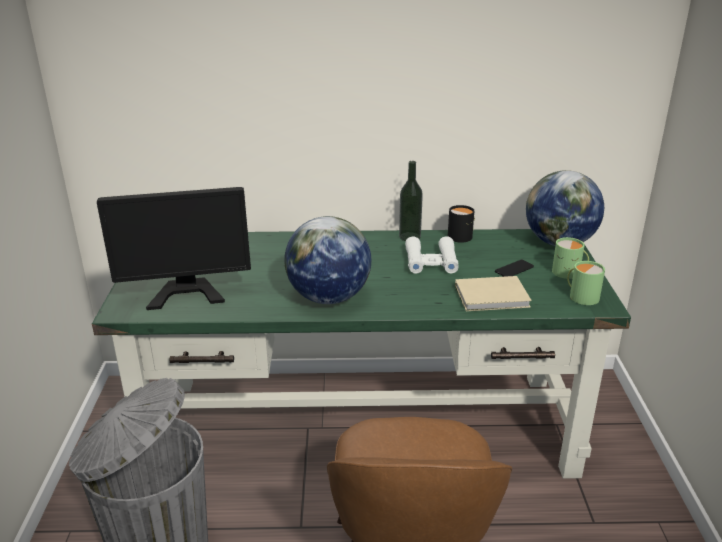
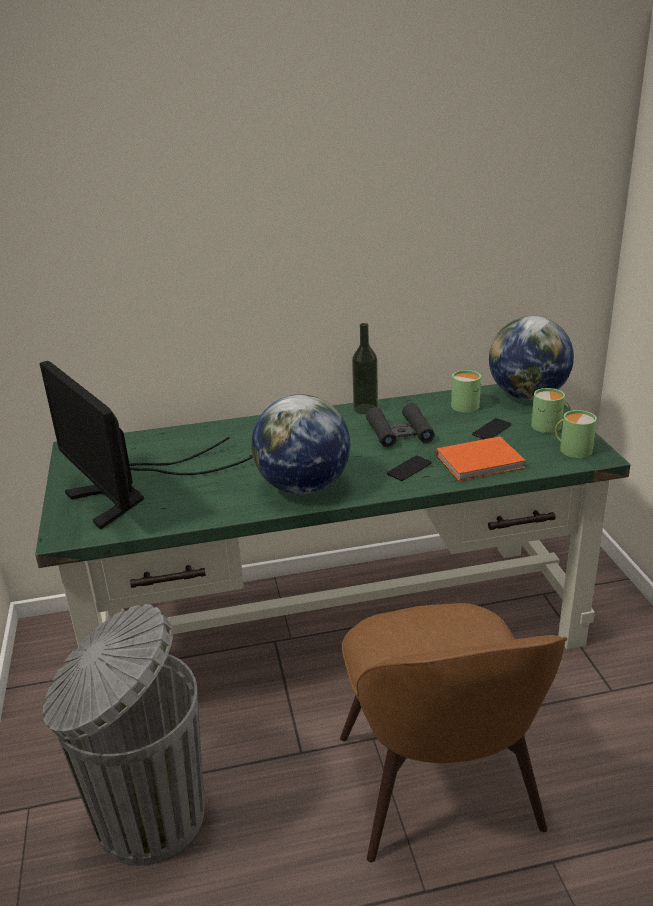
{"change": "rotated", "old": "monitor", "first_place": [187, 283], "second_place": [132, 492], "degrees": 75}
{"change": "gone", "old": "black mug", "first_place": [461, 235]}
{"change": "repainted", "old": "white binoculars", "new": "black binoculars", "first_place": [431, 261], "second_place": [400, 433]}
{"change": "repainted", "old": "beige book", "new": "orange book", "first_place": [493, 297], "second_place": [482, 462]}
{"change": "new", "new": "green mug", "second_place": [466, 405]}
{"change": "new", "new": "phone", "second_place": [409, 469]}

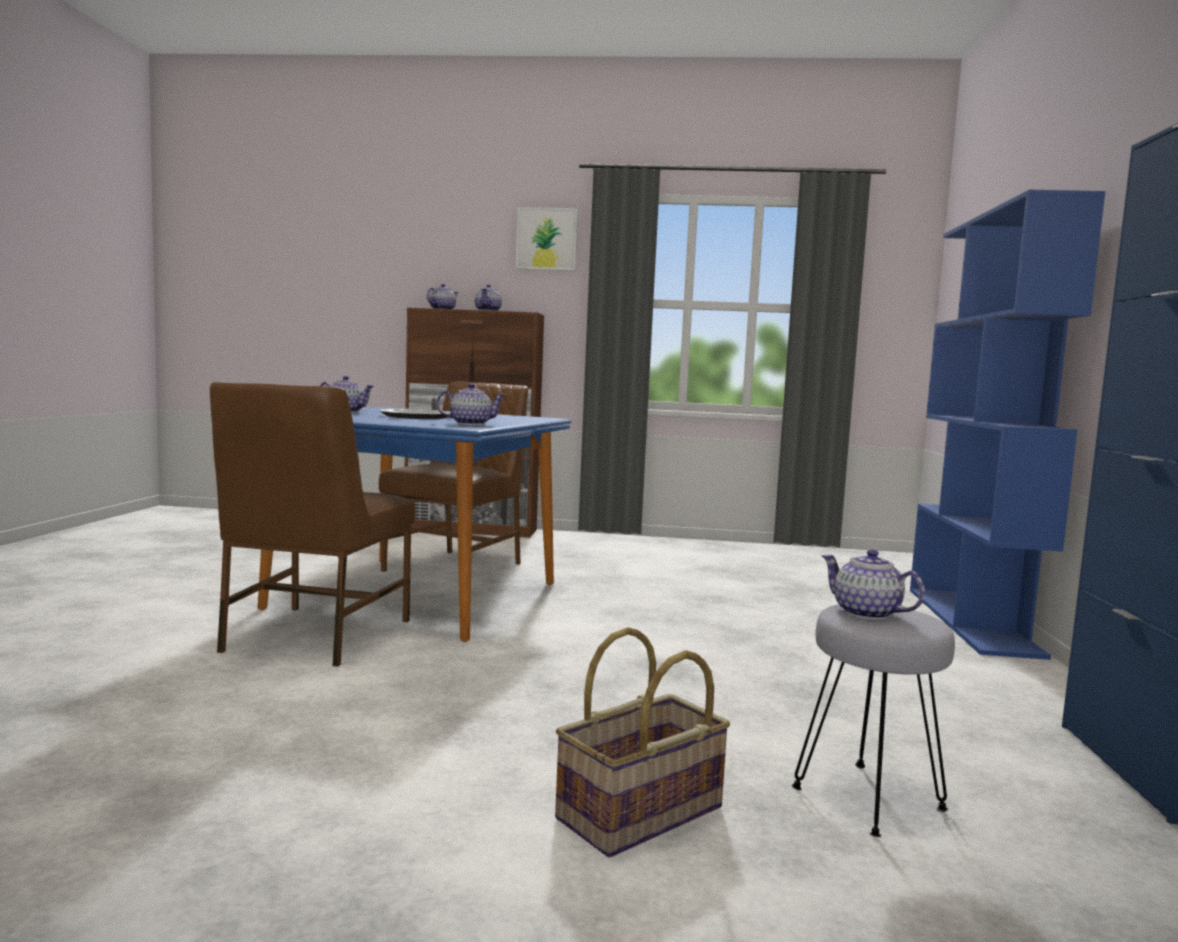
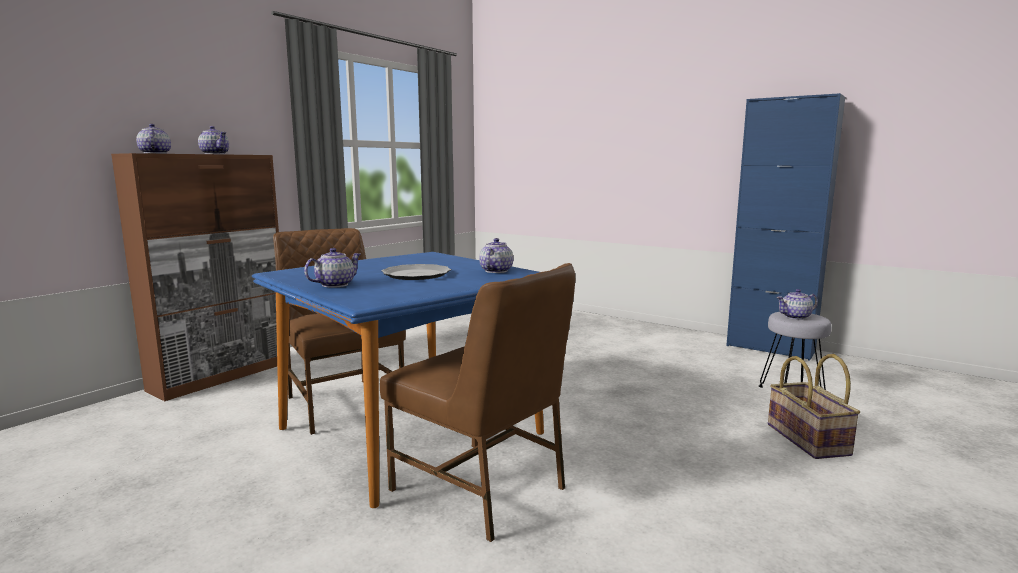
{"change": "gone", "old": "blue bookcase", "first_place": [972, 621]}
{"change": "gone", "old": "picture", "first_place": [546, 239]}

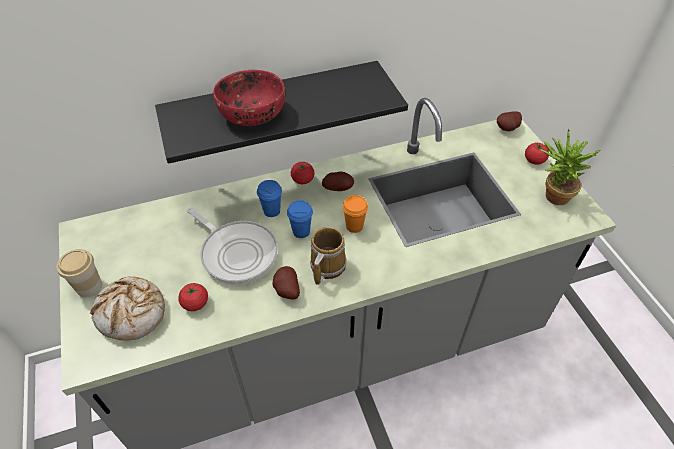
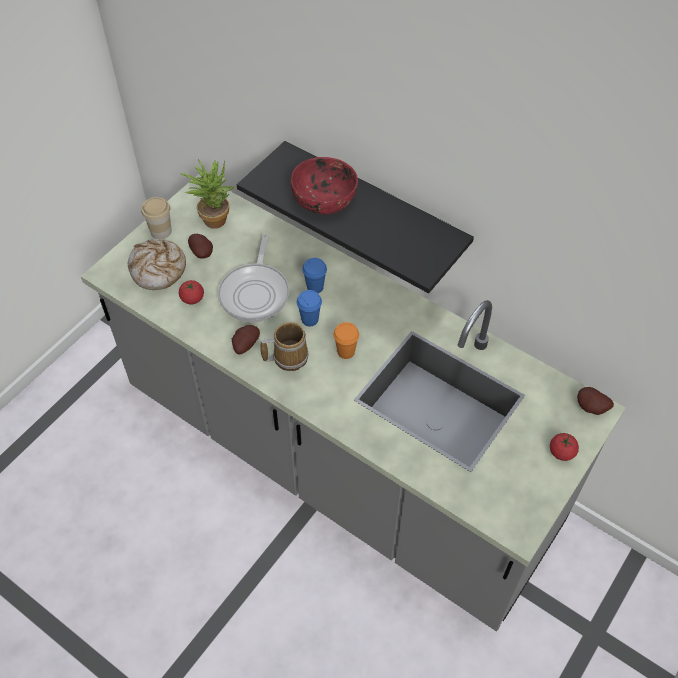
{"change": "shifted", "old": "potted plant", "first_place": [551, 196], "second_place": [213, 217]}
{"change": "gone", "old": "tomato", "first_place": [303, 180]}
{"change": "shifted", "old": "potato", "first_place": [338, 188], "second_place": [202, 253]}

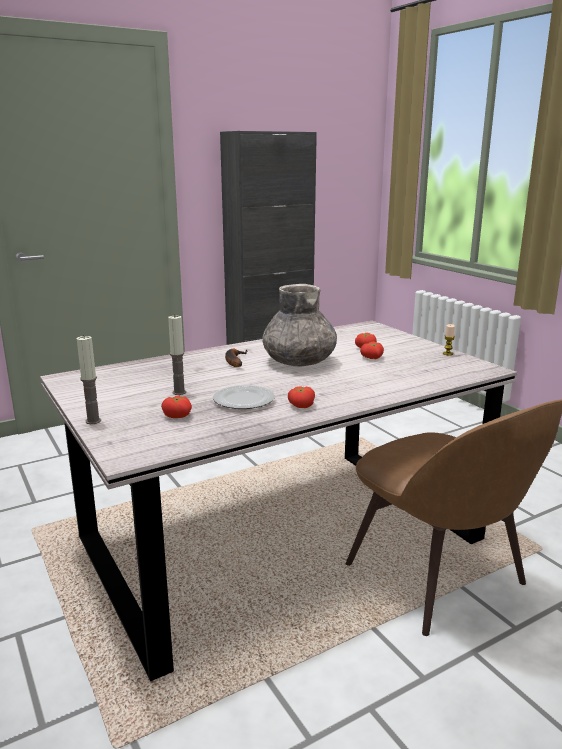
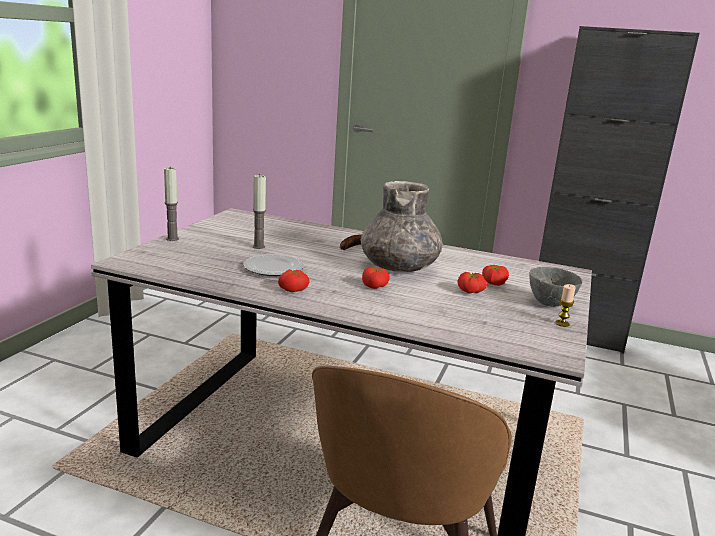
{"change": "shifted", "old": "tomato", "first_place": [178, 415], "second_place": [375, 286]}
{"change": "new", "new": "grey bowl", "second_place": [550, 304]}

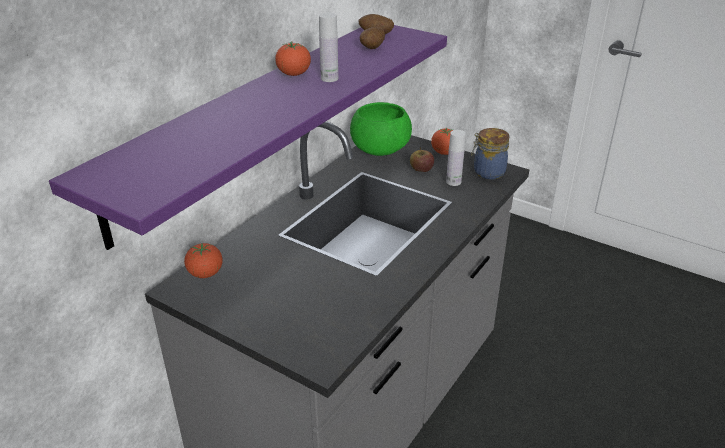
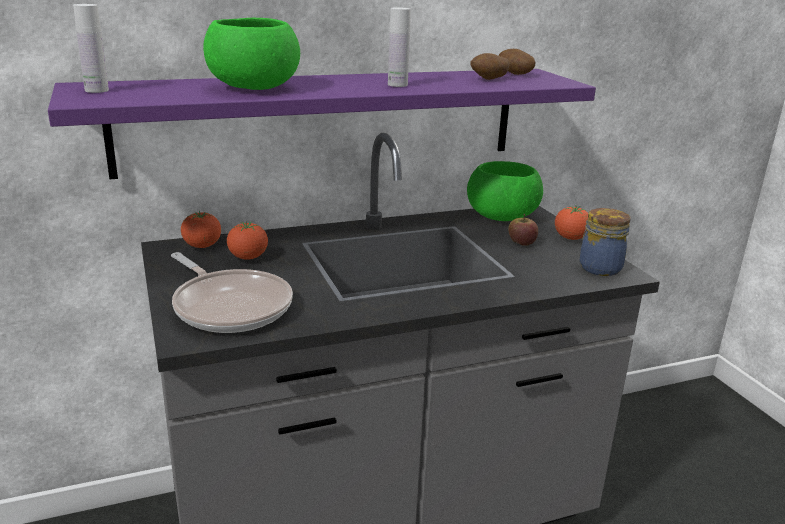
{"change": "shifted", "old": "tomato", "first_place": [294, 74], "second_place": [248, 257]}
{"change": "shifted", "old": "white bottle", "first_place": [453, 182], "second_place": [96, 90]}
{"change": "new", "new": "green bowl", "second_place": [253, 88]}
{"change": "new", "new": "frying pan", "second_place": [230, 306]}

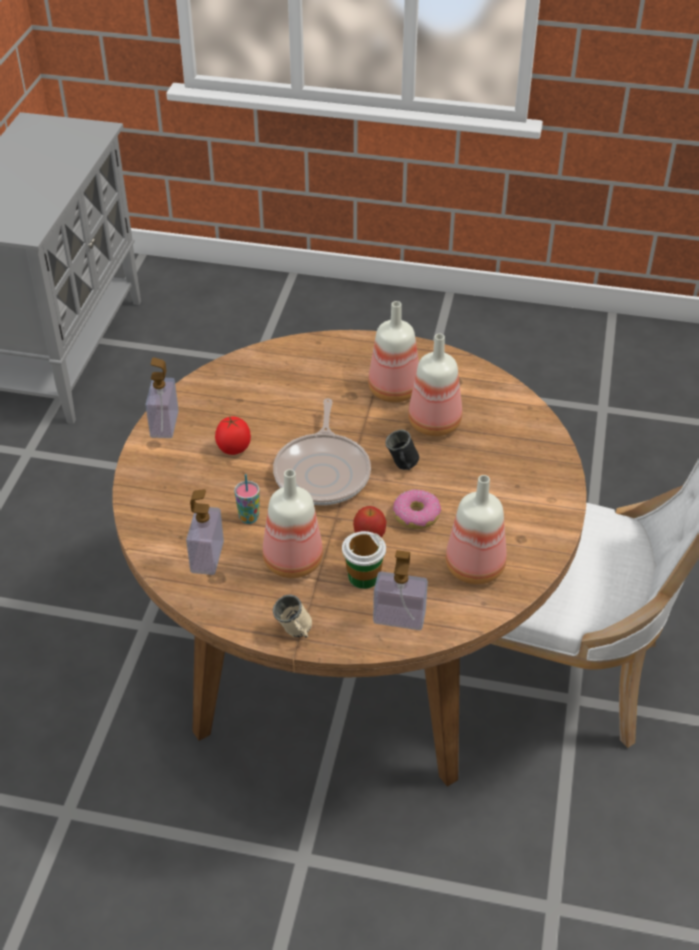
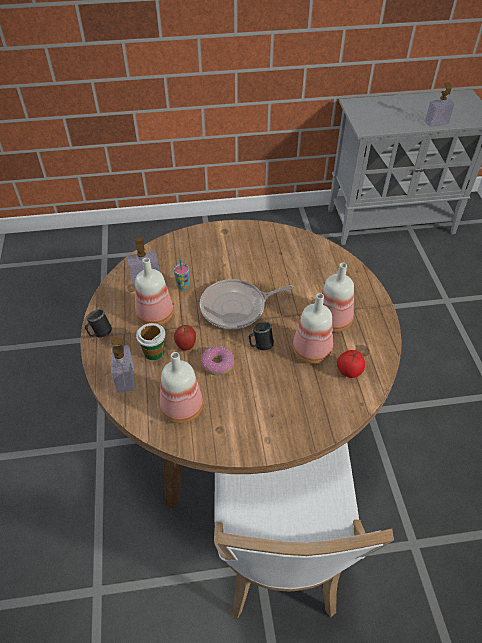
{"change": "shifted", "old": "soap dispenser", "first_place": [164, 424], "second_place": [436, 122]}
{"change": "shifted", "old": "tomato", "first_place": [233, 449], "second_place": [349, 371]}
{"change": "repainted", "old": "beige mug", "new": "black mug", "first_place": [295, 633], "second_place": [99, 333]}

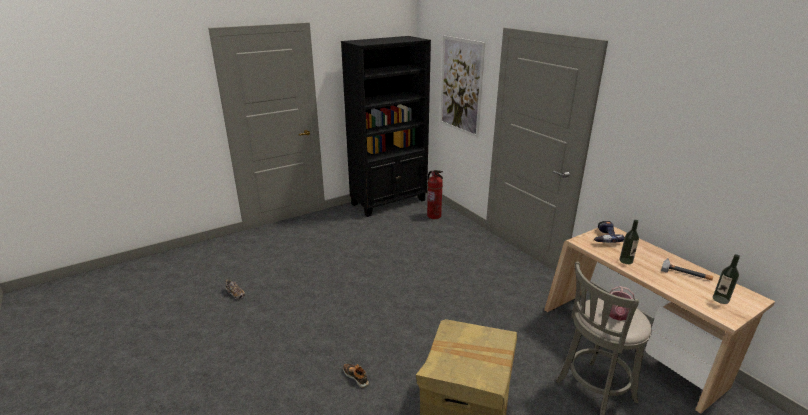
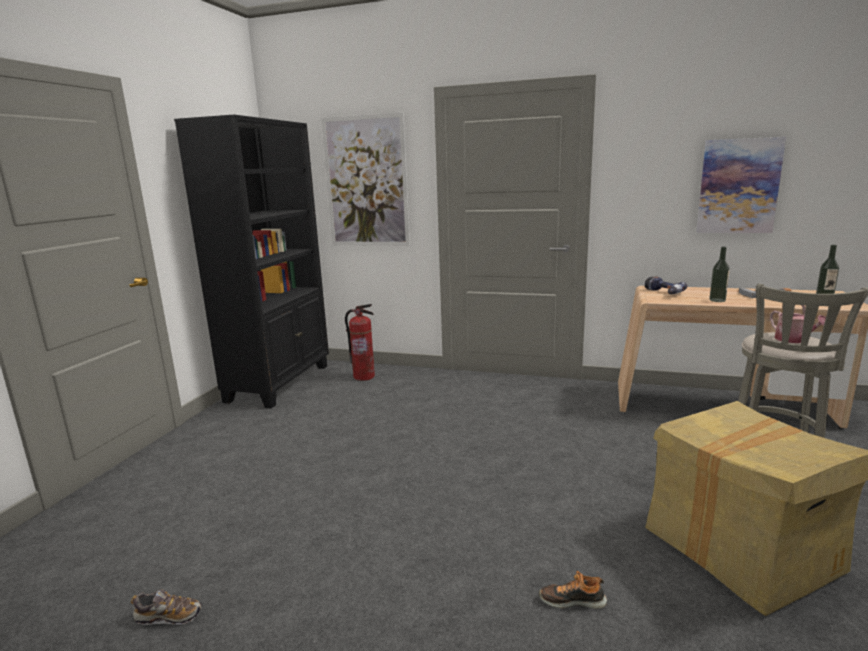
{"change": "new", "new": "picture", "second_place": [738, 186]}

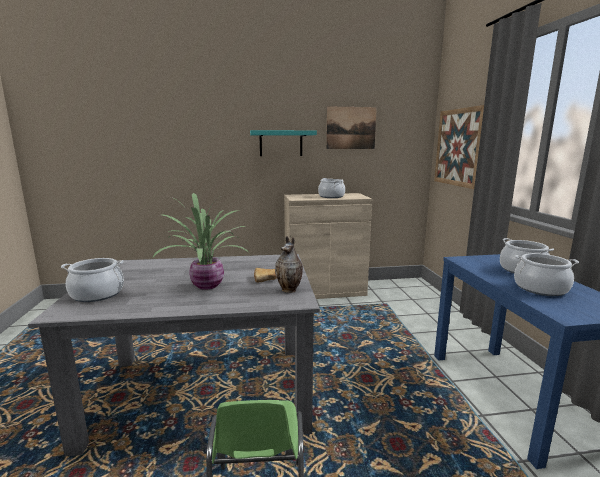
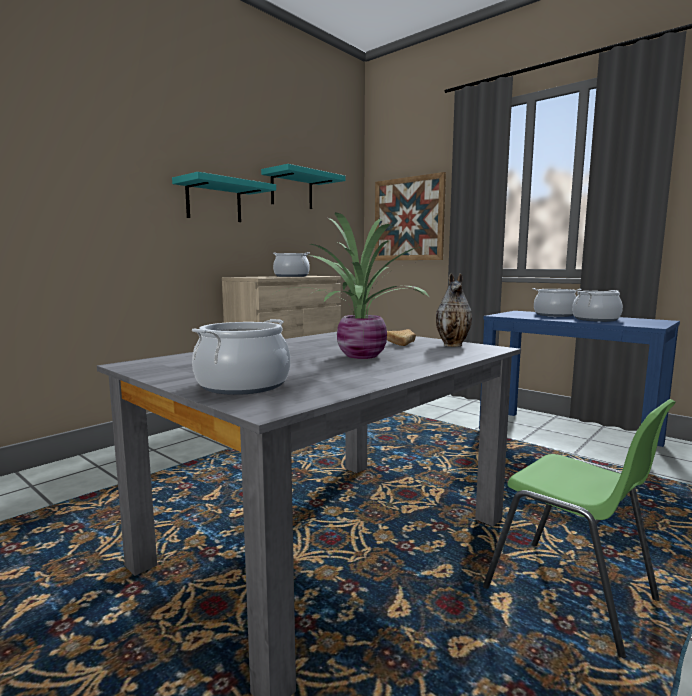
{"change": "swapped", "old": "picture", "new": "turquoise shelf", "first_place": [351, 128], "second_place": [291, 190]}

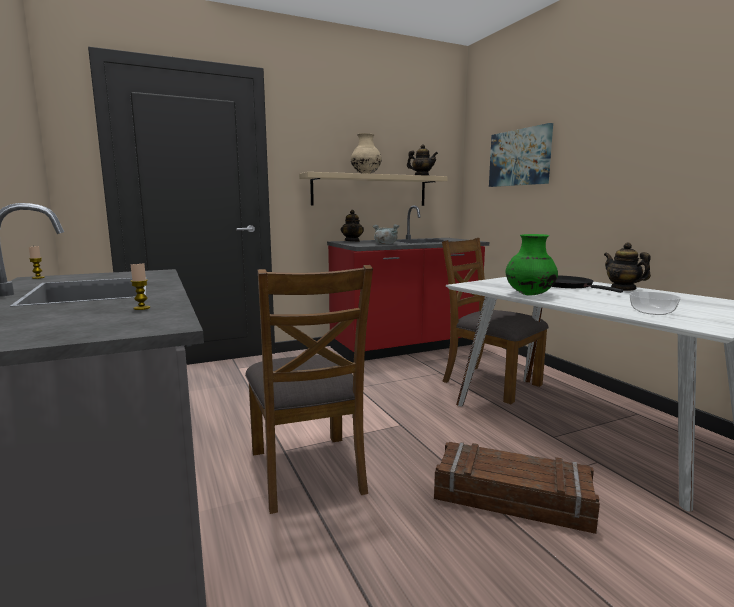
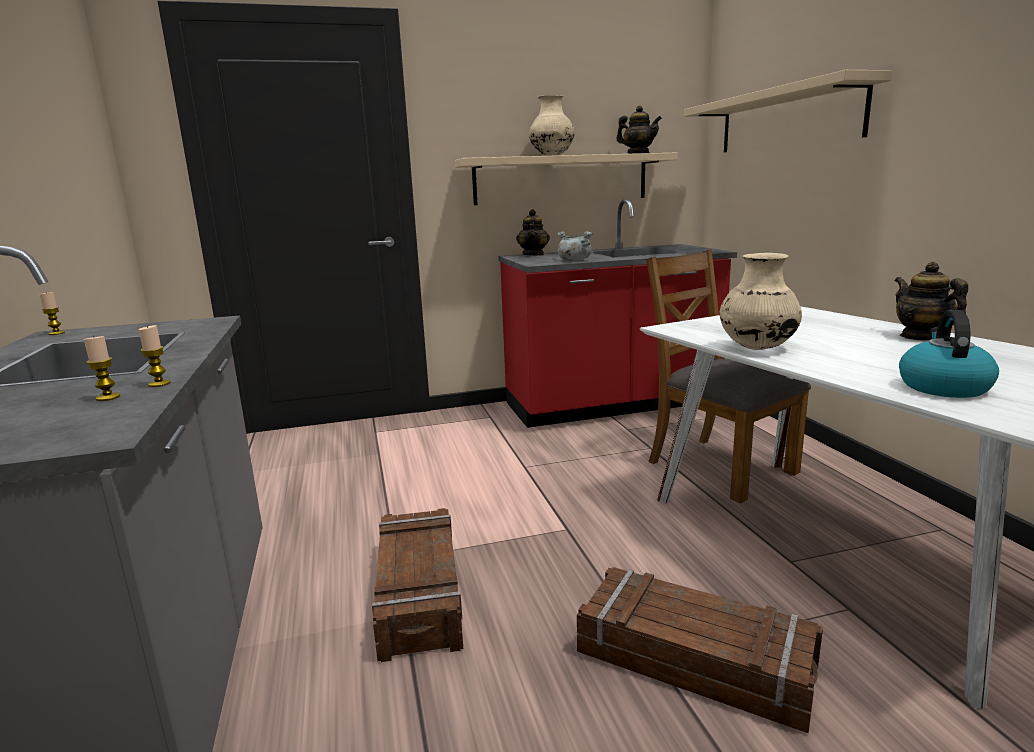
{"change": "swapped", "old": "picture", "new": "beige shelf", "first_place": [520, 157], "second_place": [787, 119]}
{"change": "repainted", "old": "green vase", "new": "beige vase", "first_place": [529, 294], "second_place": [756, 348]}
{"change": "swapped", "old": "brown chair", "new": "crate", "first_place": [308, 470], "second_place": [417, 593]}
{"change": "gone", "old": "black frying pan", "first_place": [568, 286]}
{"change": "swapped", "old": "bowl", "new": "kettle", "first_place": [652, 312], "second_place": [942, 387]}
{"change": "new", "new": "candle", "second_place": [159, 384]}

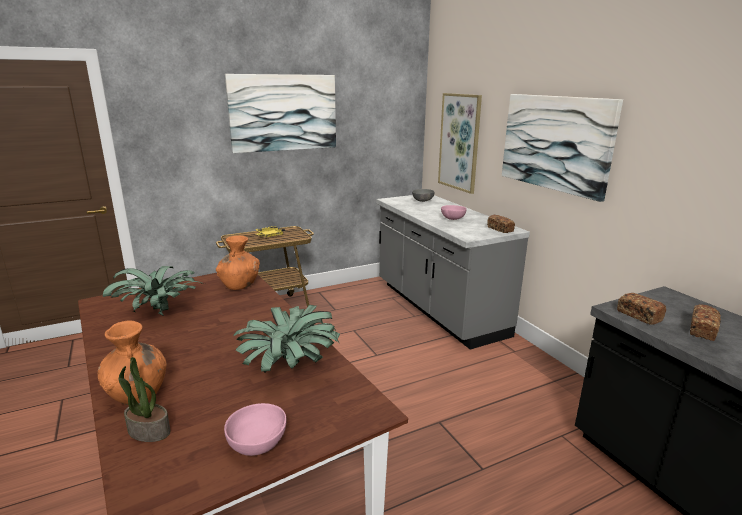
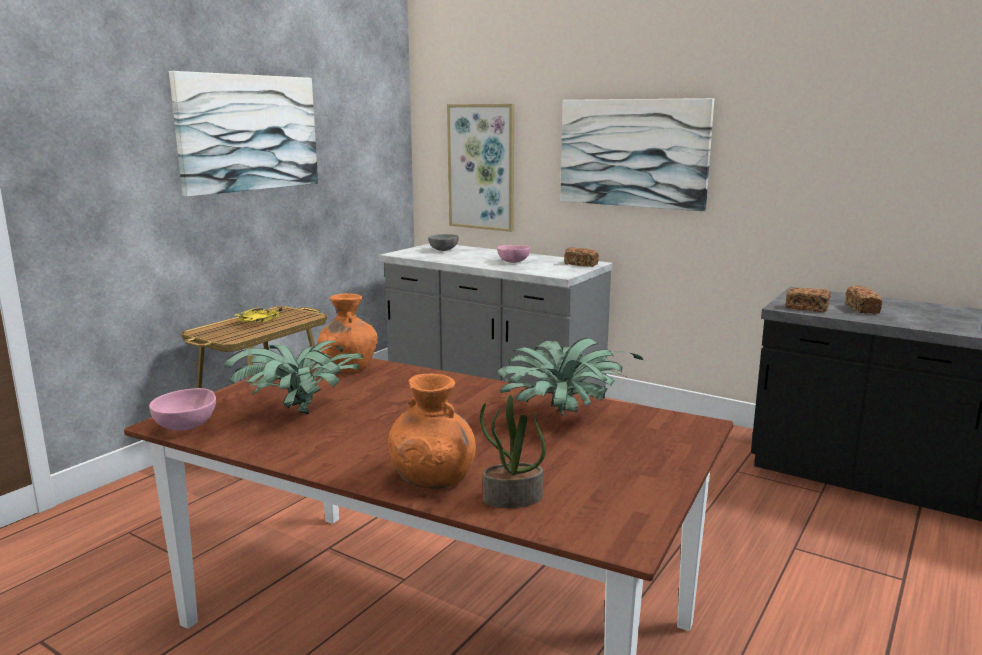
{"change": "shifted", "old": "pink bowl", "first_place": [259, 445], "second_place": [188, 426]}

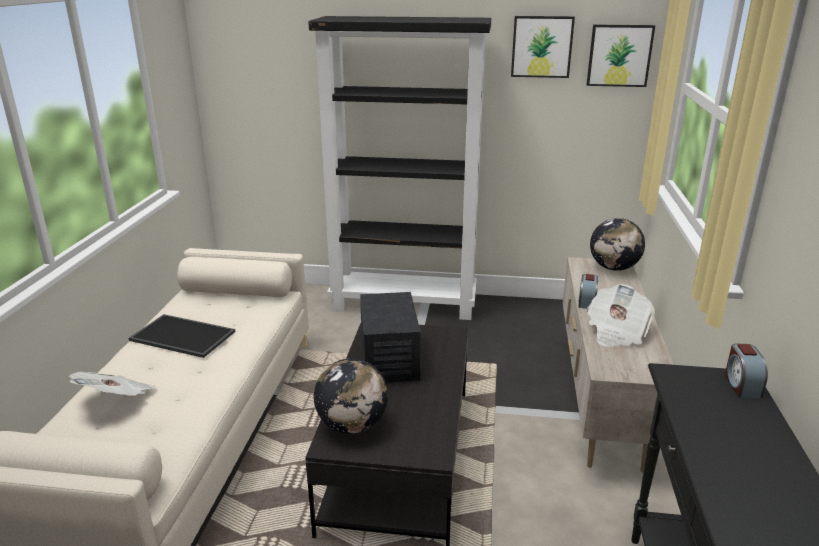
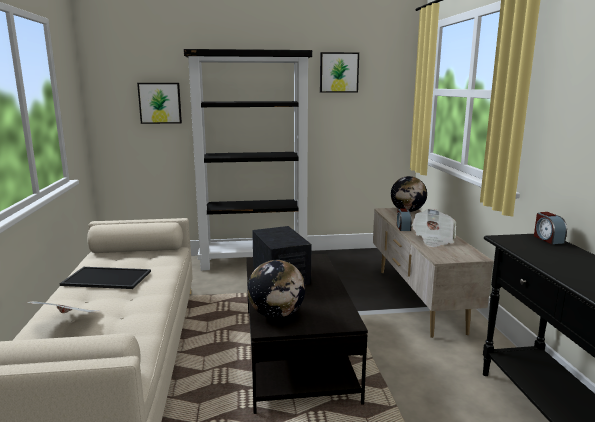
{"change": "shifted", "old": "picture", "first_place": [619, 55], "second_place": [160, 103]}

